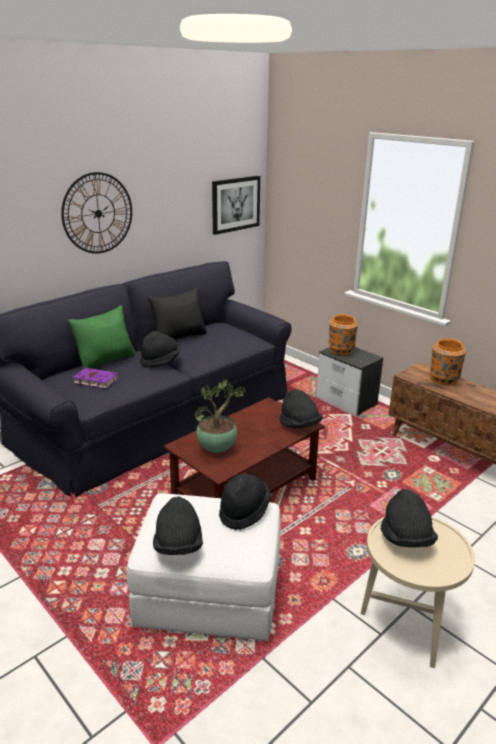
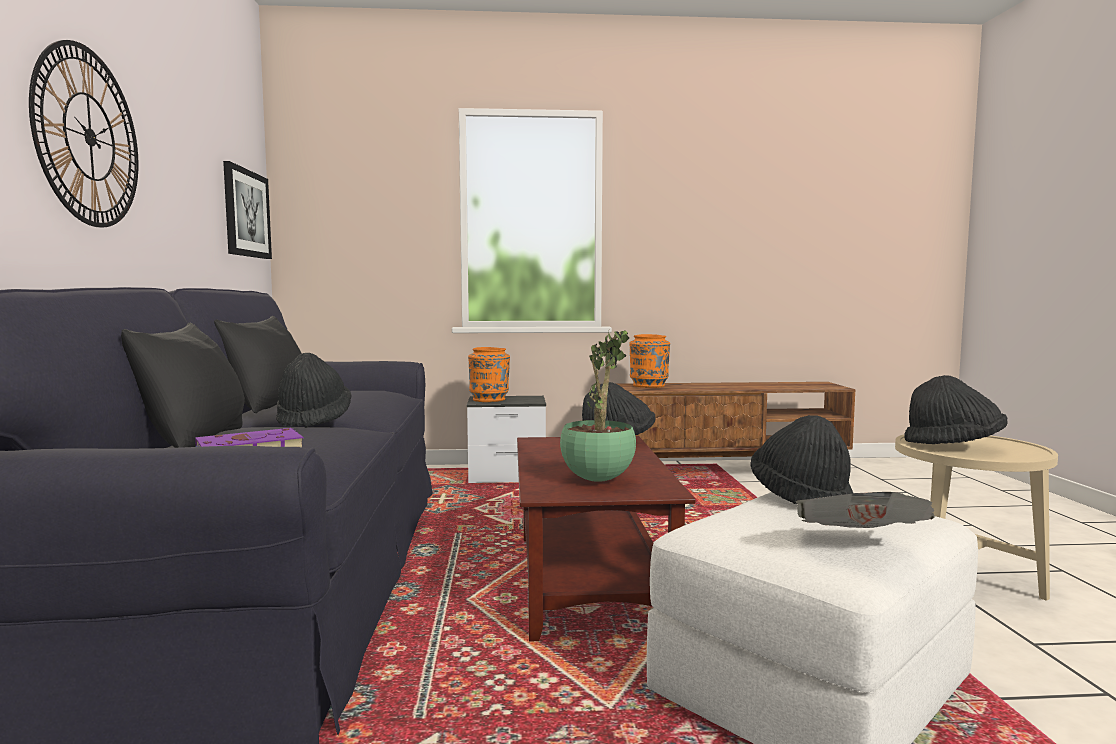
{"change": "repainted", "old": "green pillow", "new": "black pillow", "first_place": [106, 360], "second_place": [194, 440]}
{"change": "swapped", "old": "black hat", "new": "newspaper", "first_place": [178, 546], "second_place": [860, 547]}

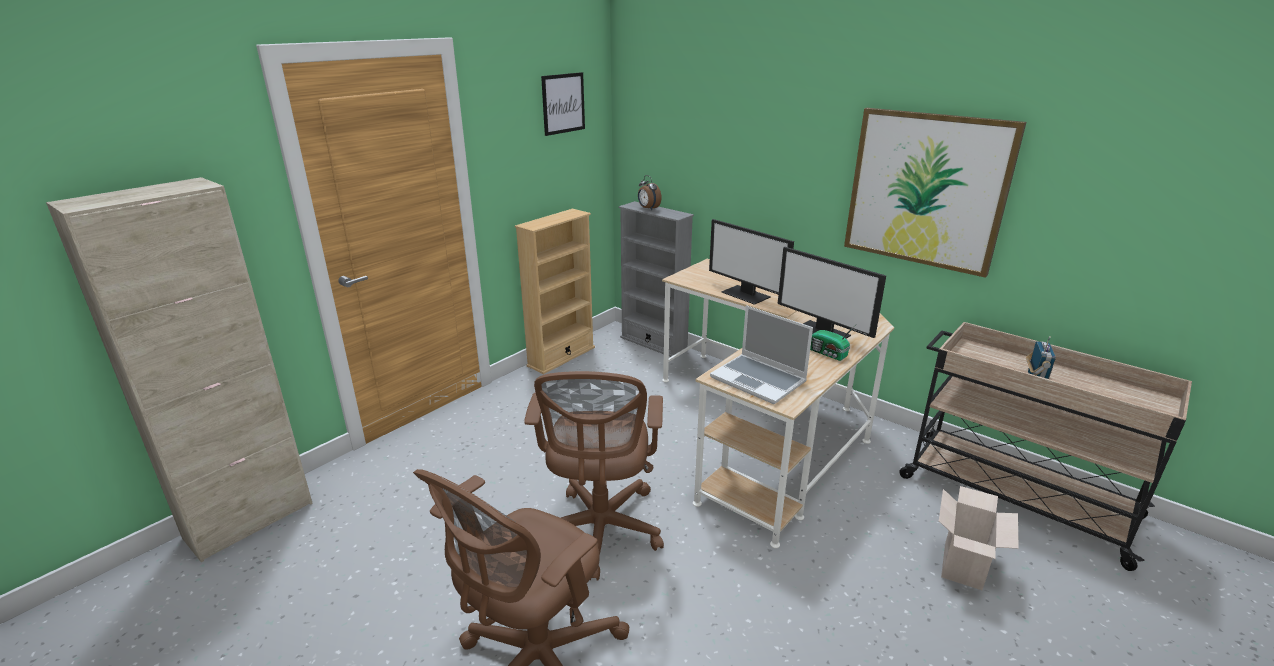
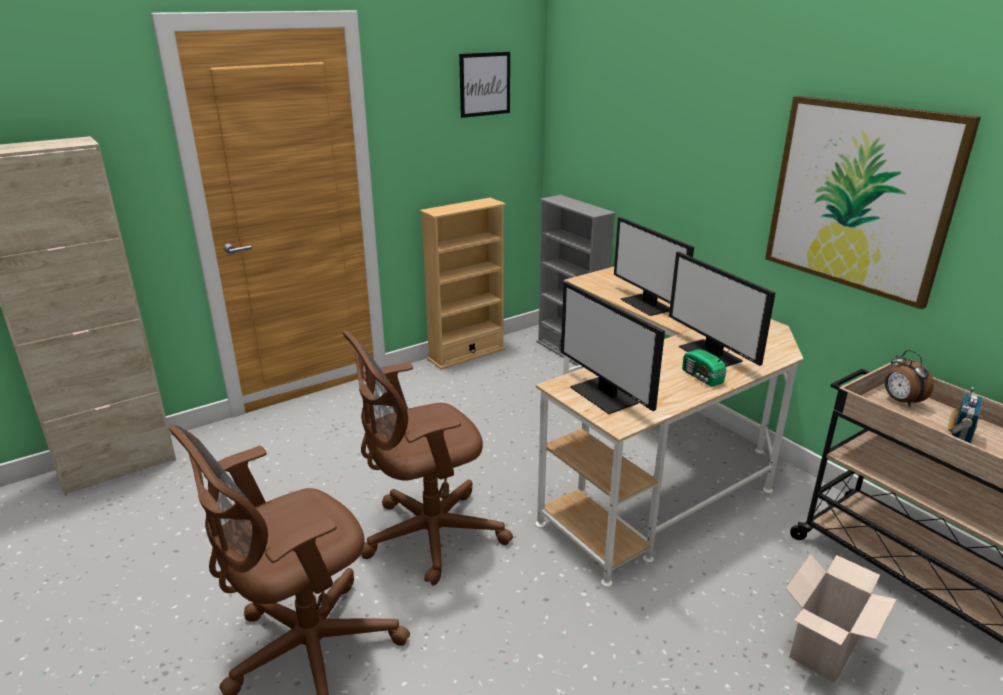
{"change": "shifted", "old": "alarm clock", "first_place": [648, 208], "second_place": [901, 401]}
{"change": "swapped", "old": "laptop", "new": "monitor", "first_place": [759, 380], "second_place": [605, 395]}
{"change": "rotated", "old": "brown office chair", "first_place": [600, 533], "second_place": [426, 536], "degrees": 45}

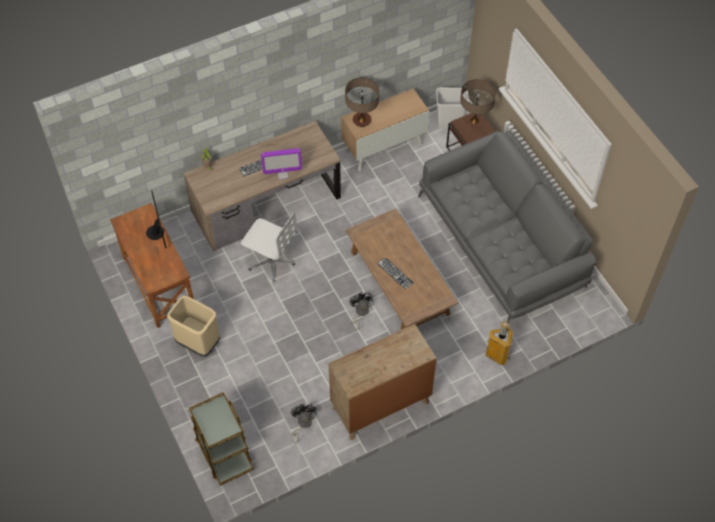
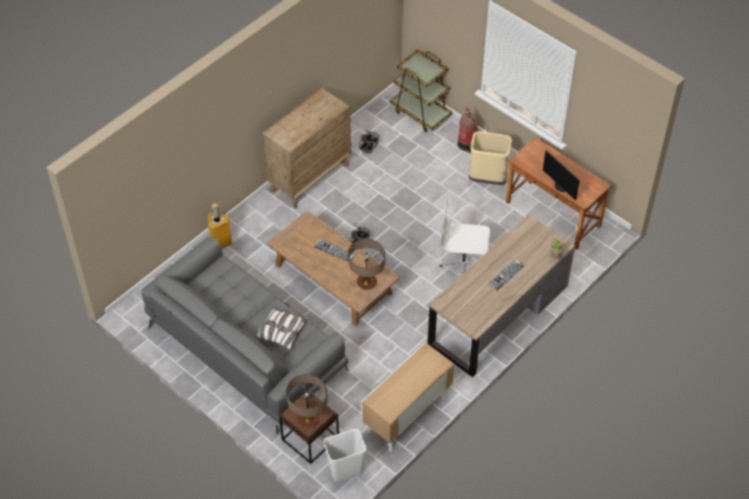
{"change": "shifted", "old": "table lamp", "first_place": [362, 120], "second_place": [366, 283]}
{"change": "gone", "old": "monitor", "first_place": [282, 174]}
{"change": "new", "new": "fire extinguisher", "second_place": [468, 145]}
{"change": "new", "new": "pillow", "second_place": [281, 332]}

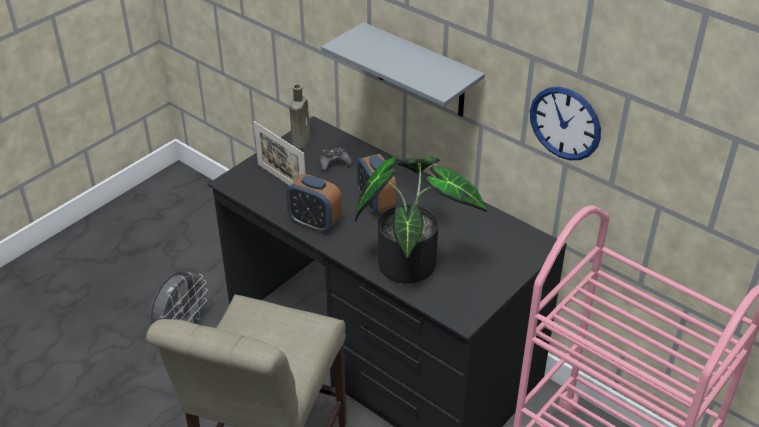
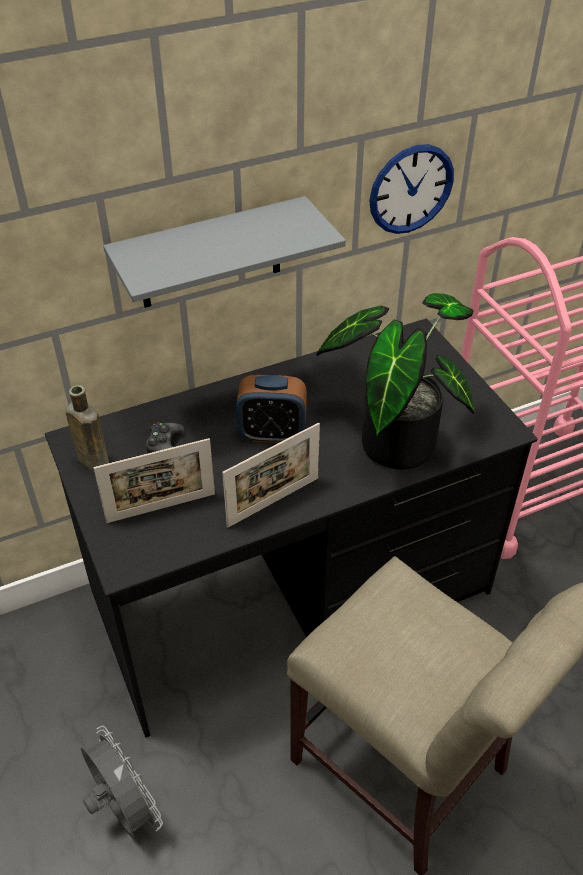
{"change": "swapped", "old": "alarm clock", "new": "picture frame", "first_place": [314, 223], "second_place": [273, 502]}

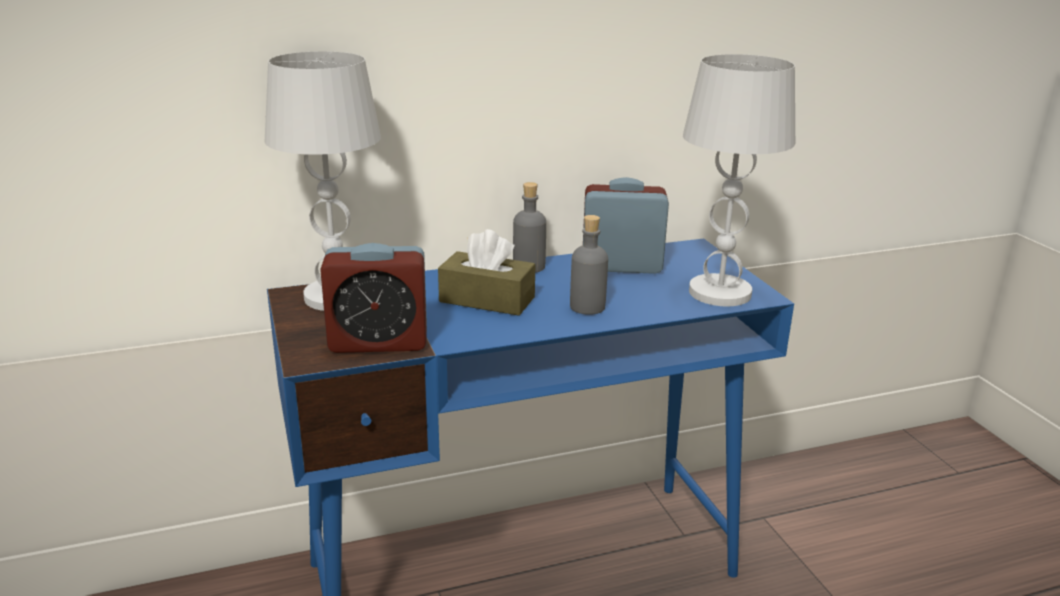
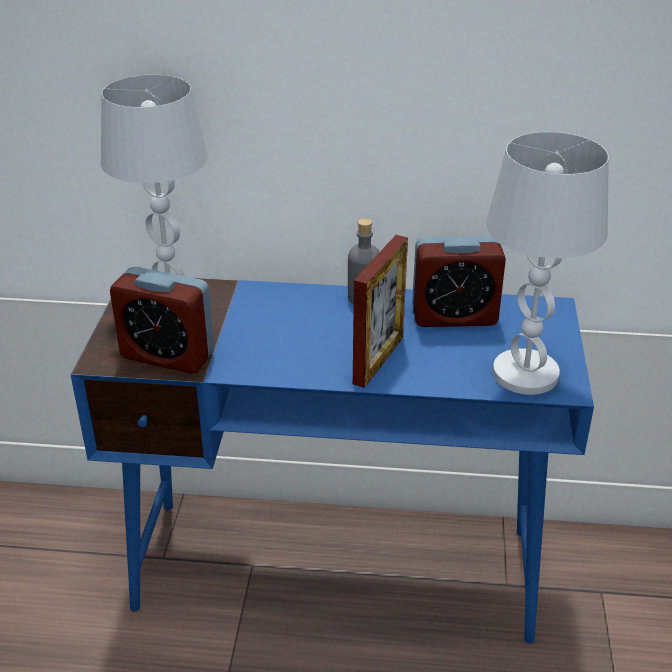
{"change": "rotated", "old": "alarm clock", "first_place": [621, 266], "second_place": [454, 316], "degrees": 150}
{"change": "swapped", "old": "grey bottle", "new": "picture frame", "first_place": [587, 307], "second_place": [378, 360]}
{"change": "gone", "old": "brown tissue box", "first_place": [487, 299]}

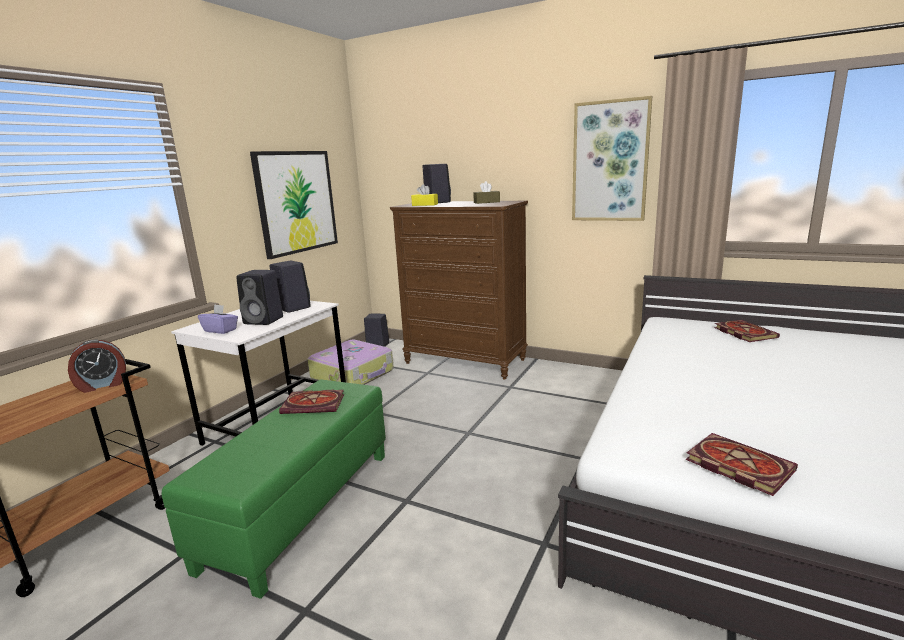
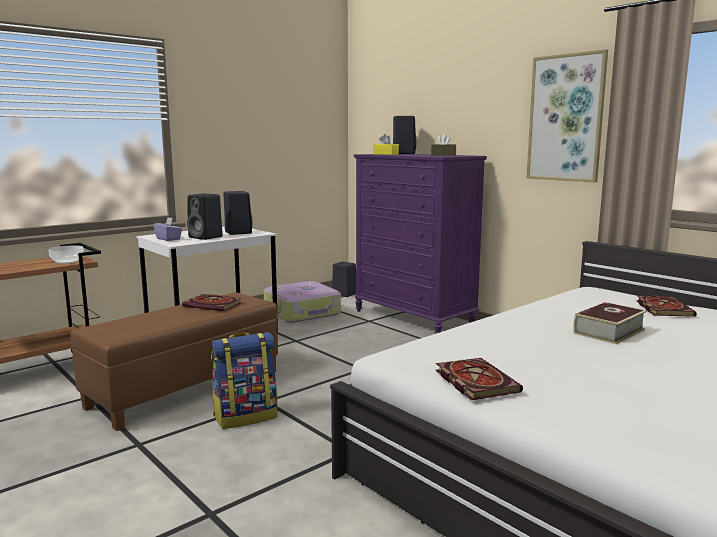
{"change": "gone", "old": "picture", "first_place": [296, 202]}
{"change": "repainted", "old": "brown dresser", "new": "purple dresser", "first_place": [465, 361], "second_place": [414, 318]}
{"change": "swapped", "old": "alarm clock", "new": "bowl", "first_place": [102, 385], "second_place": [67, 261]}
{"change": "repainted", "old": "green ottoman", "new": "brown ottoman", "first_place": [301, 506], "second_place": [186, 388]}
{"change": "new", "new": "book", "second_place": [609, 331]}
{"change": "new", "new": "backpack", "second_place": [246, 416]}

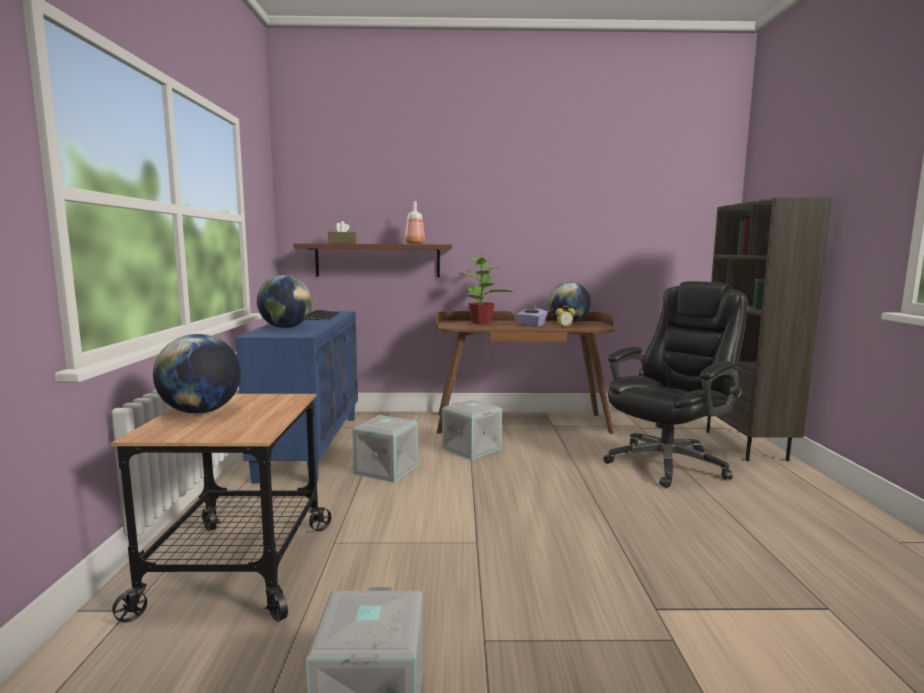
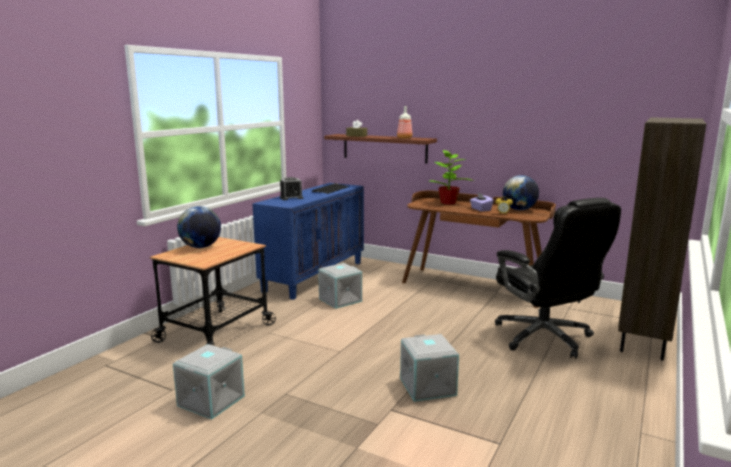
{"change": "swapped", "old": "globe", "new": "alarm clock", "first_place": [286, 327], "second_place": [291, 198]}
{"change": "rotated", "old": "black office chair", "first_place": [668, 463], "second_place": [544, 338], "degrees": 75}
{"change": "shifted", "old": "grey storage box", "first_place": [472, 448], "second_place": [429, 386]}

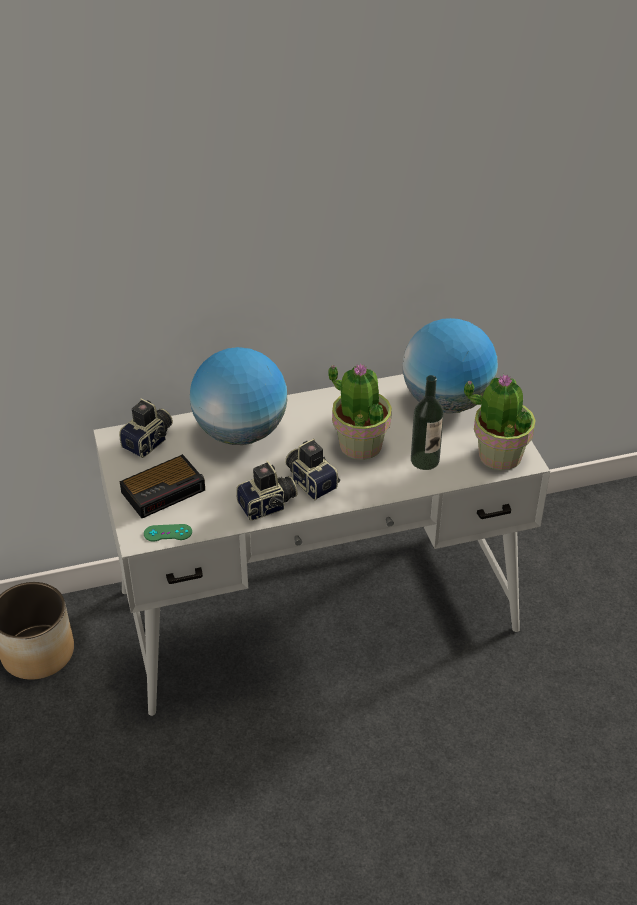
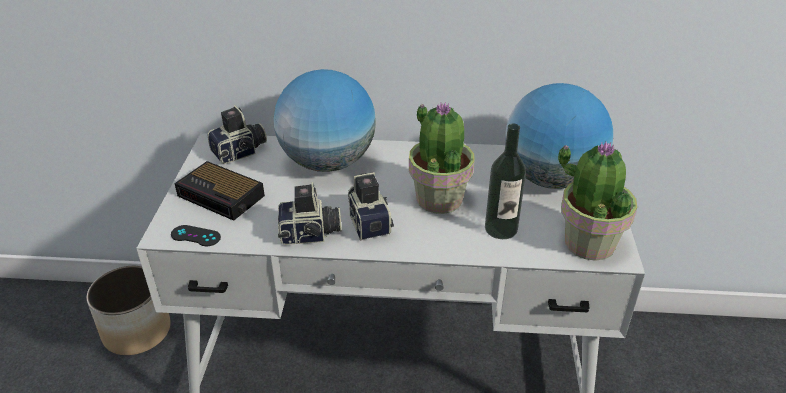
{"change": "rotated", "old": "alarm clock", "first_place": [165, 490], "second_place": [222, 196], "degrees": 45}
{"change": "repainted", "old": "green game controller", "new": "black game controller", "first_place": [168, 533], "second_place": [195, 236]}

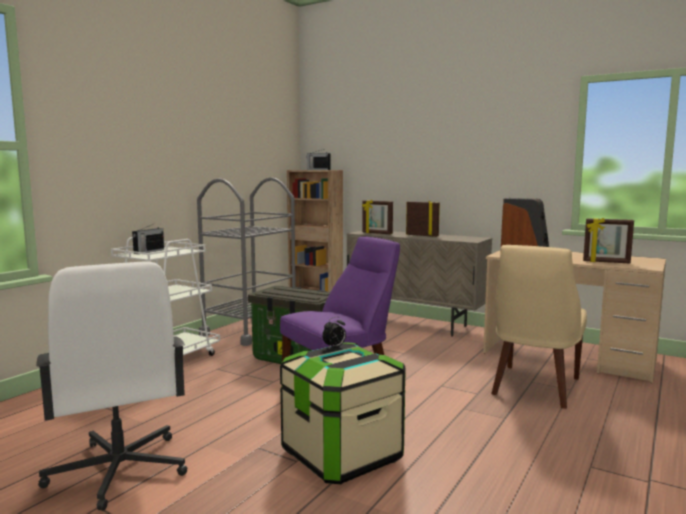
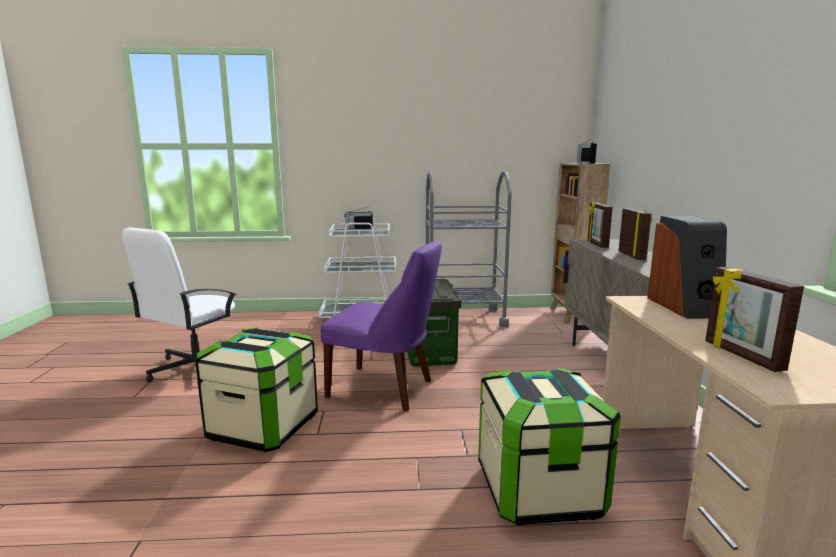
{"change": "swapped", "old": "beige chair", "new": "storage box", "first_place": [534, 388], "second_place": [539, 490]}
{"change": "gone", "old": "alarm clock", "first_place": [334, 347]}

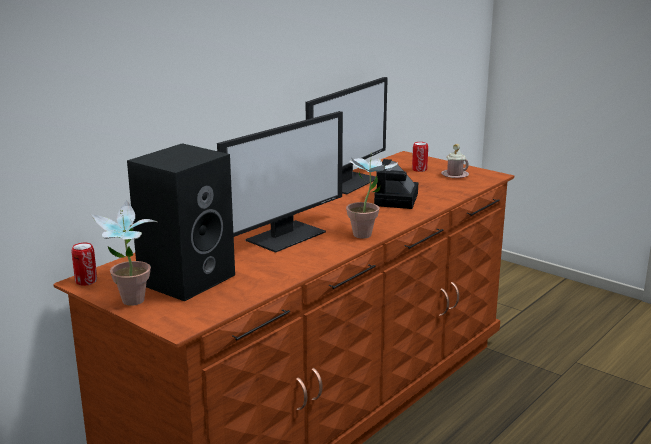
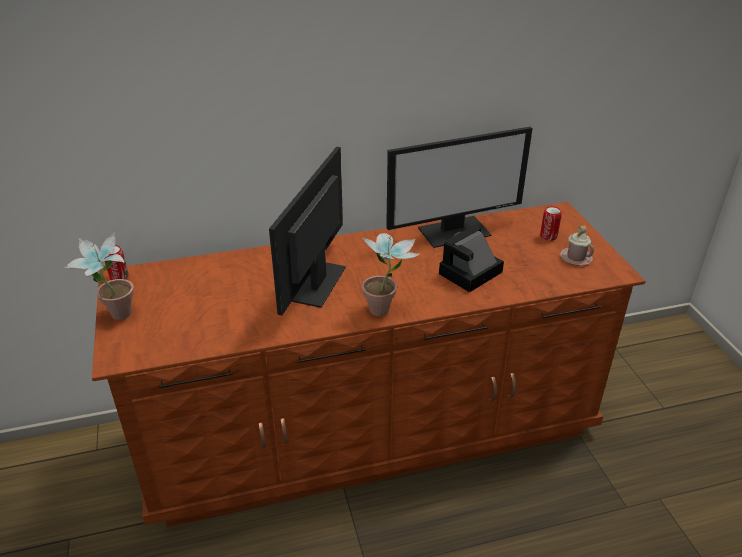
{"change": "rotated", "old": "monitor", "first_place": [285, 235], "second_place": [315, 283], "degrees": 120}
{"change": "gone", "old": "black speaker", "first_place": [187, 278]}

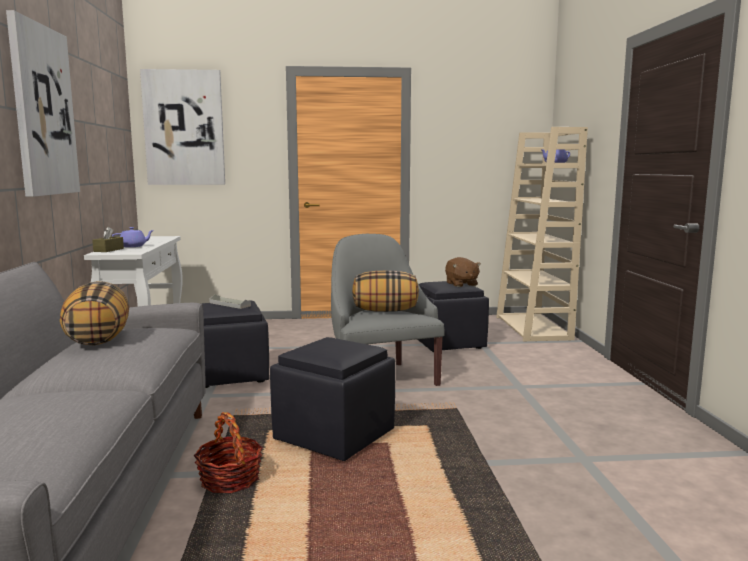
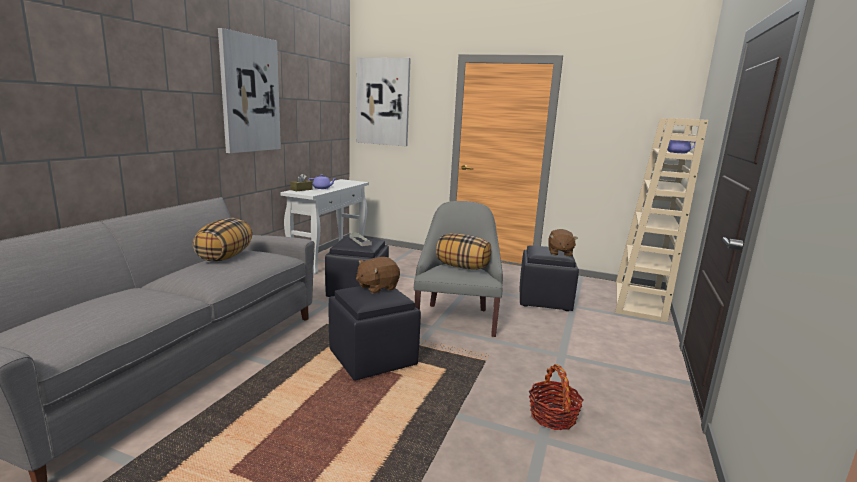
{"change": "shifted", "old": "basket", "first_place": [230, 480], "second_place": [553, 416]}
{"change": "new", "new": "brown plush toy", "second_place": [377, 287]}

